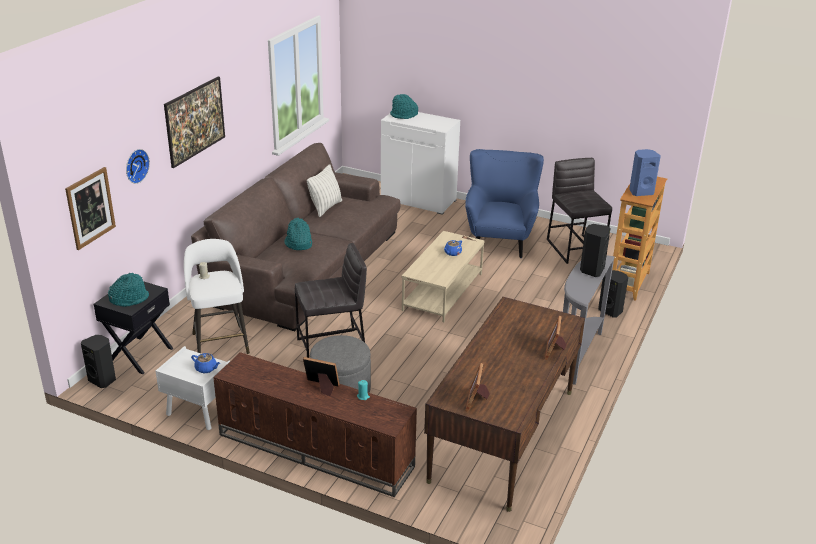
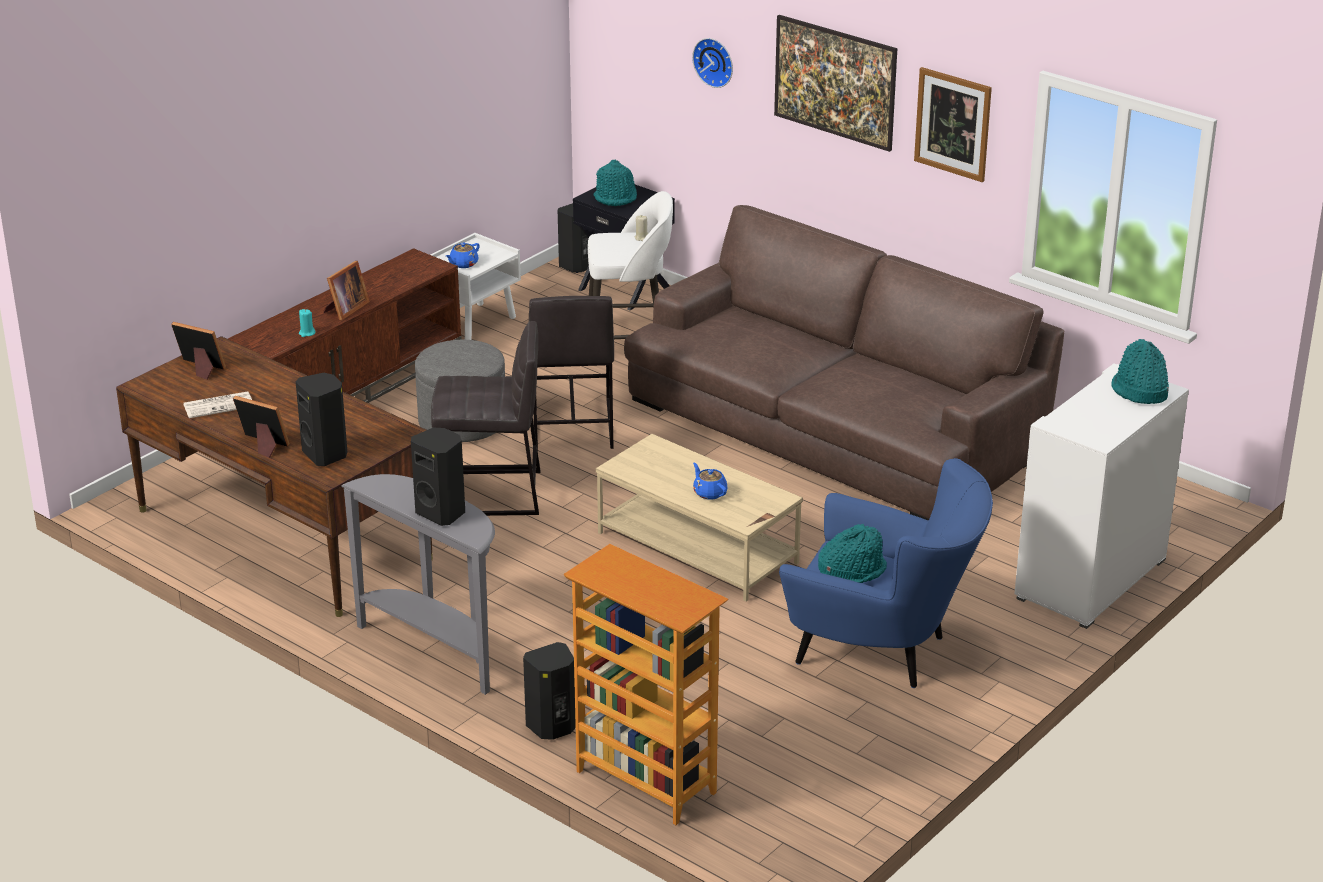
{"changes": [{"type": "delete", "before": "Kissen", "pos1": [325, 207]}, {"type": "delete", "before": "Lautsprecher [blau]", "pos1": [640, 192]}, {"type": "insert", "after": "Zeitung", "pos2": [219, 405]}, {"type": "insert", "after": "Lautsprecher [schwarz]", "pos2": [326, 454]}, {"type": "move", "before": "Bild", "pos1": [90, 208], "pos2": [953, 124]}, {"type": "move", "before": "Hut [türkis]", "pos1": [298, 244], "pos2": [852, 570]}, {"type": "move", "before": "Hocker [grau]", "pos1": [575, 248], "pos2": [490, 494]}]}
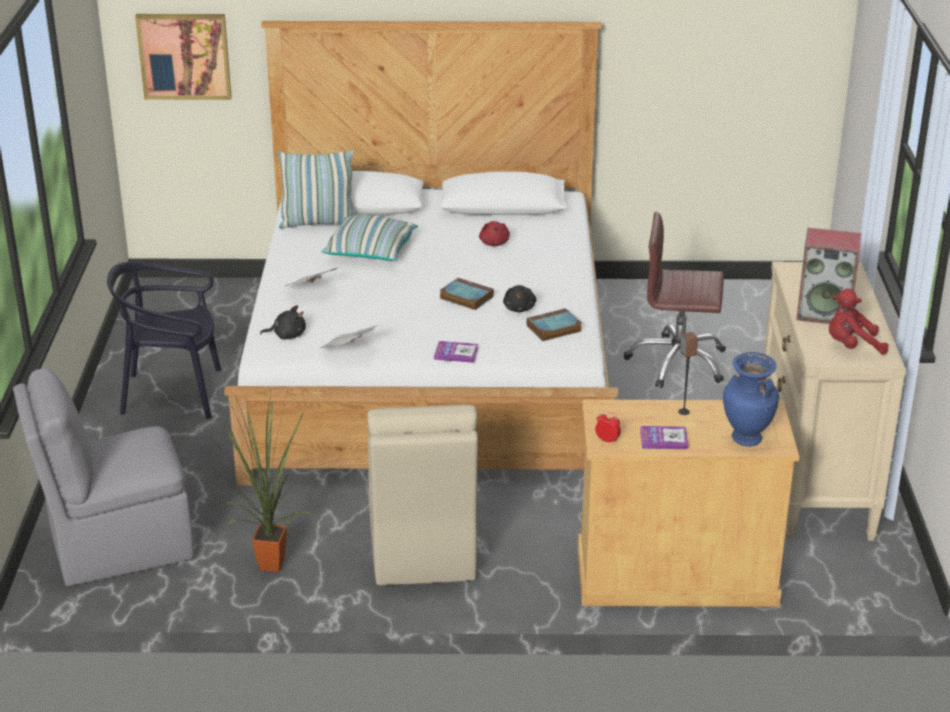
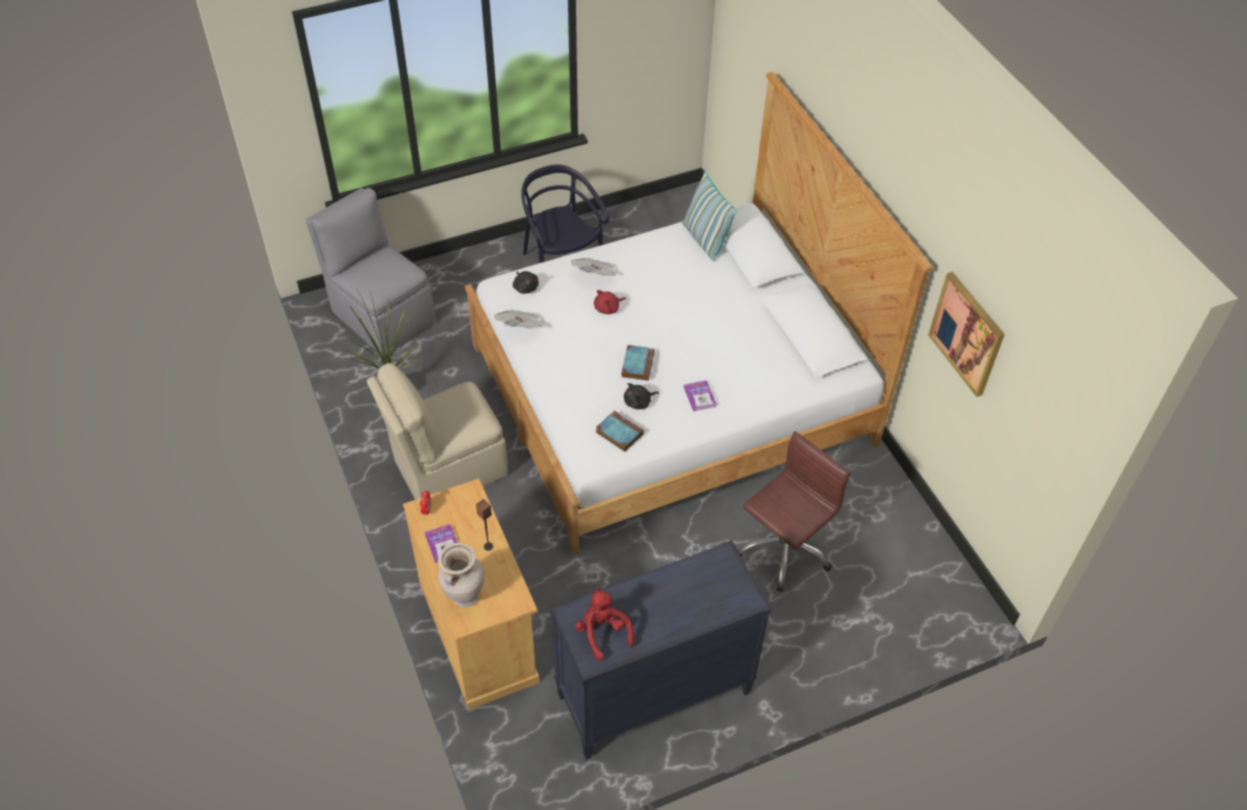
{"changes": [{"type": "delete", "before": "Kissen", "pos1": [370, 252]}, {"type": "delete", "before": "Lautsprecher", "pos1": [824, 313]}, {"type": "move", "before": "Bild", "pos1": [184, 56], "pos2": [967, 333]}, {"type": "move", "before": "Buch", "pos1": [456, 353], "pos2": [700, 396]}, {"type": "move", "before": "Plüschtier [rot]", "pos1": [494, 243], "pos2": [608, 308]}, {"type": "recolor", "before": "Vase [blau]", "after": "Vase [beige]", "pos1": [746, 439], "pos2": [464, 597]}, {"type": "recolor", "before": "Kommode [beige]", "after": "Kommode [schwarz]", "pos1": [814, 480], "pos2": [653, 695]}, {"type": "rotate", "before": "Bürostuhl [braun]", "pos1": [677, 363], "pos2": [783, 549], "turn": 60}]}
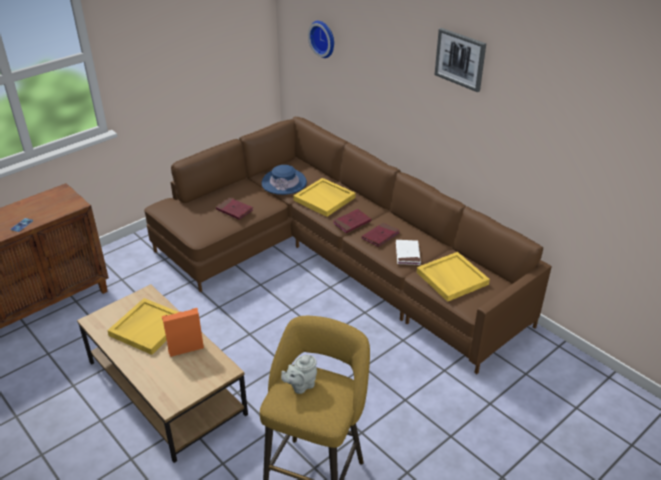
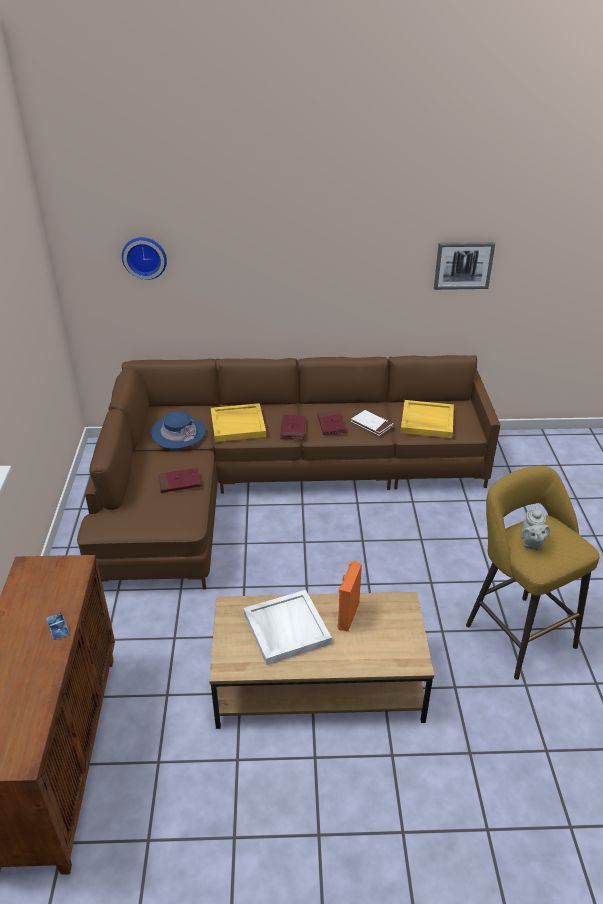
{"changes": [{"type": "move", "before": "Bild", "pos1": [460, 59], "pos2": [463, 265]}, {"type": "recolor", "before": "Tablett [gelb]", "after": "Tablett [weiß]", "pos1": [148, 327], "pos2": [286, 628]}]}
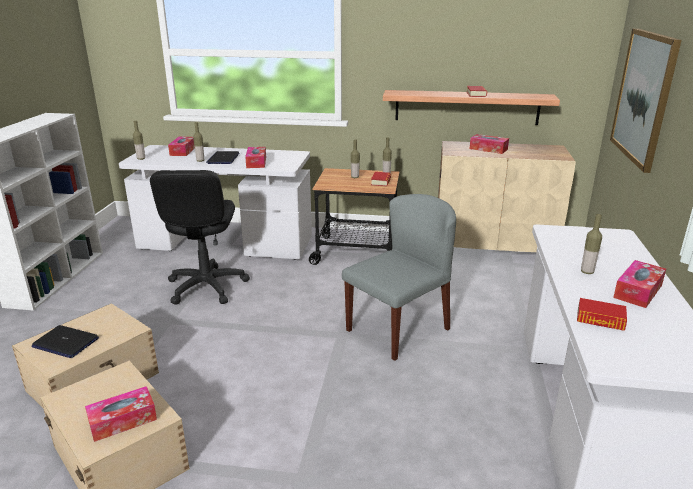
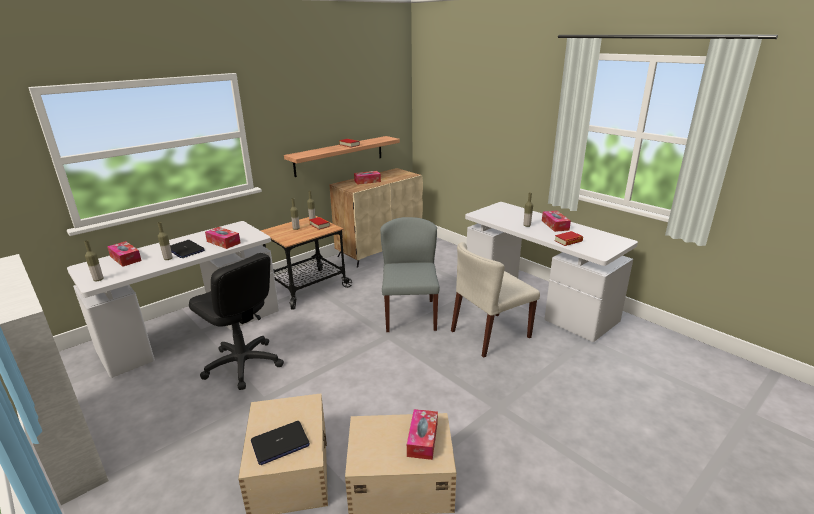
{"changes": [{"type": "delete", "before": "Bild", "pos1": [643, 97]}, {"type": "insert", "after": "Stuhl [beige]", "pos2": [490, 334]}]}
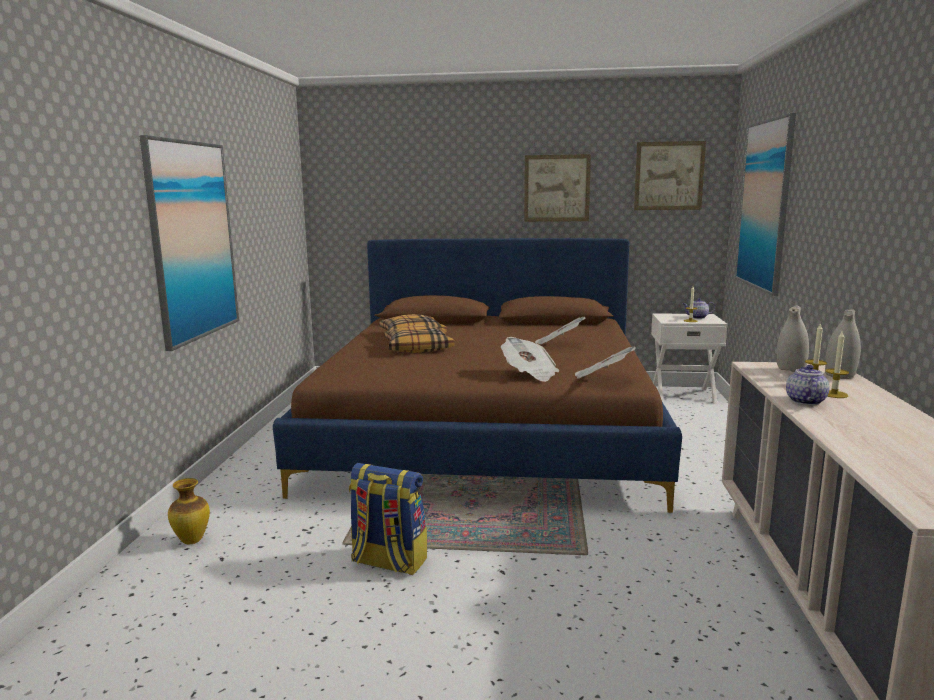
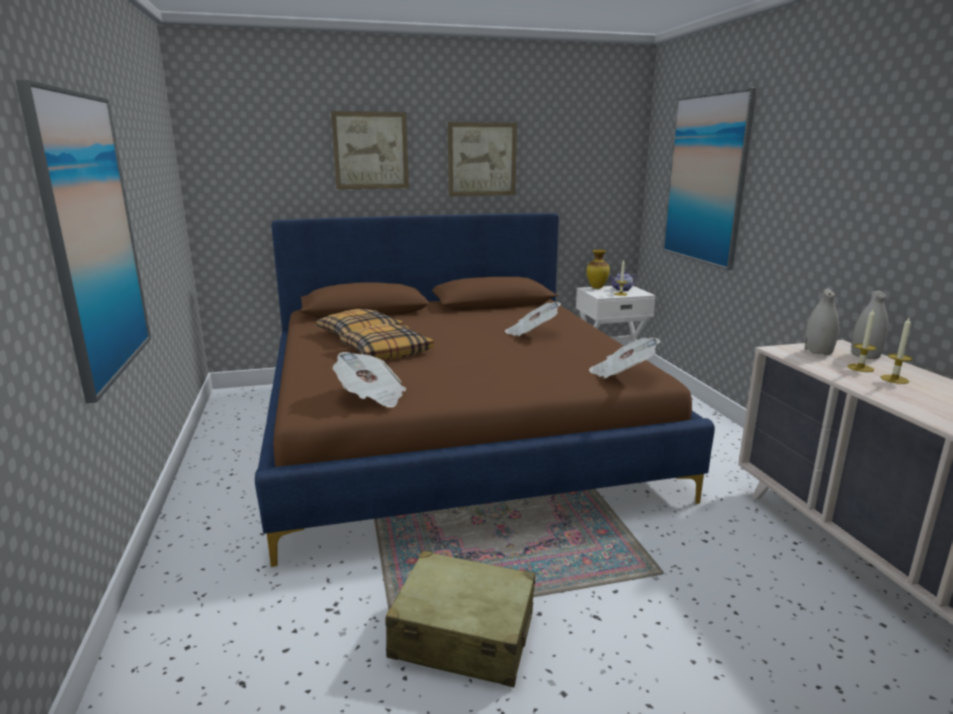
{"changes": [{"type": "delete", "before": "Teekanne", "pos1": [805, 401]}, {"type": "move", "before": "Vase", "pos1": [191, 541], "pos2": [596, 288]}, {"type": "move", "before": "Zeitung", "pos1": [530, 374], "pos2": [371, 397]}, {"type": "move", "before": "Bild", "pos1": [669, 176], "pos2": [370, 150]}, {"type": "replace", "before": "Rucksack", "after": "Koffer [beige]", "pos1": [388, 562], "pos2": [463, 635]}]}
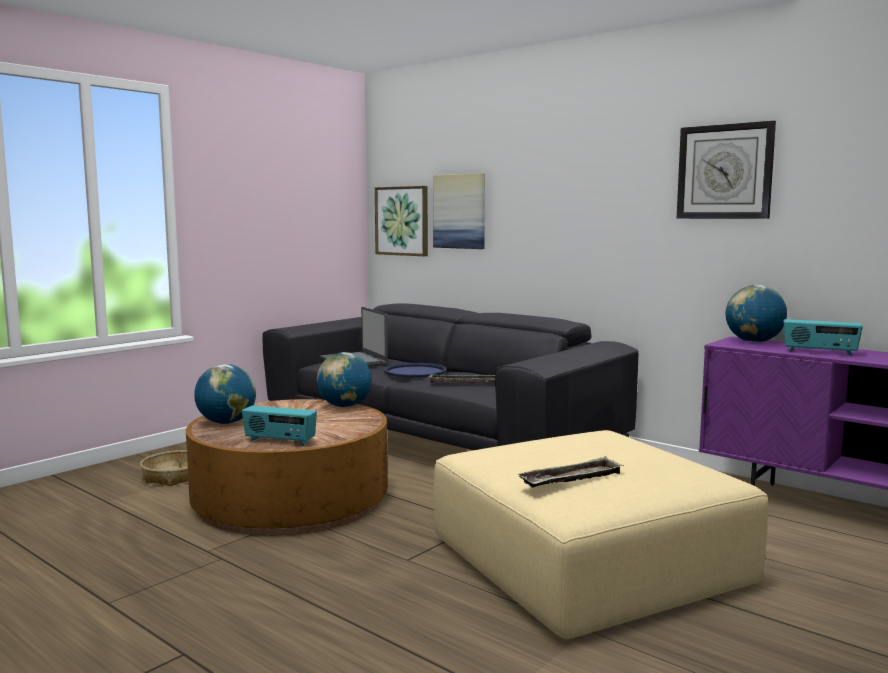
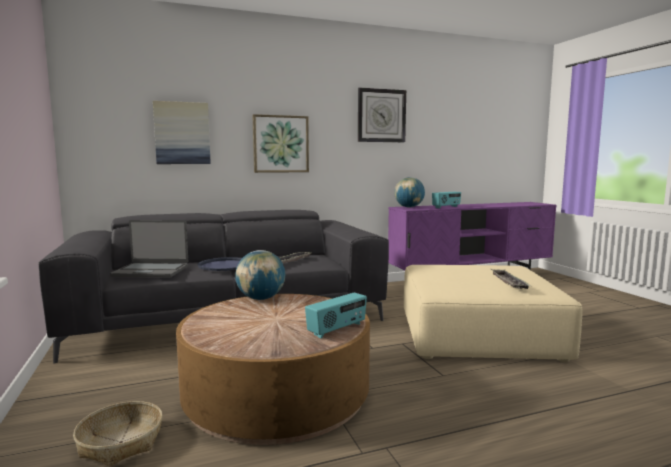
{"changes": [{"type": "delete", "before": "Globus", "pos1": [226, 422]}, {"type": "move", "before": "Bild", "pos1": [402, 221], "pos2": [280, 144]}]}
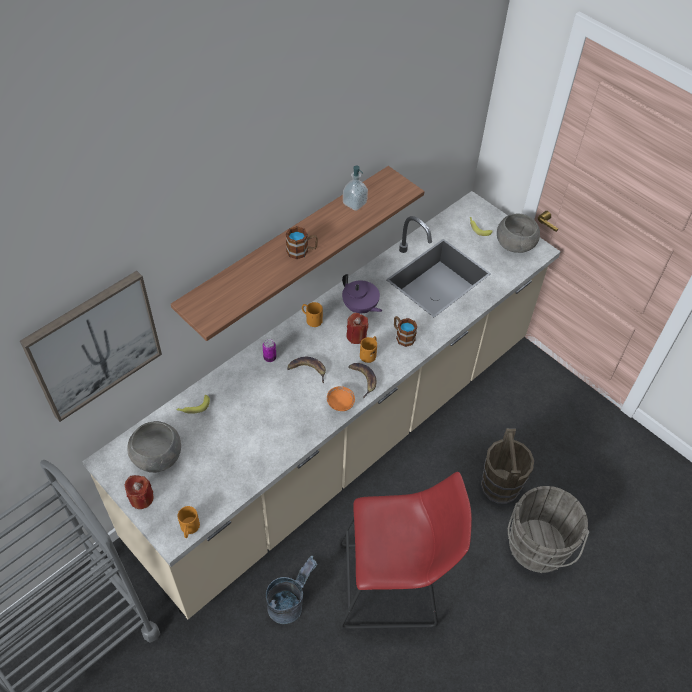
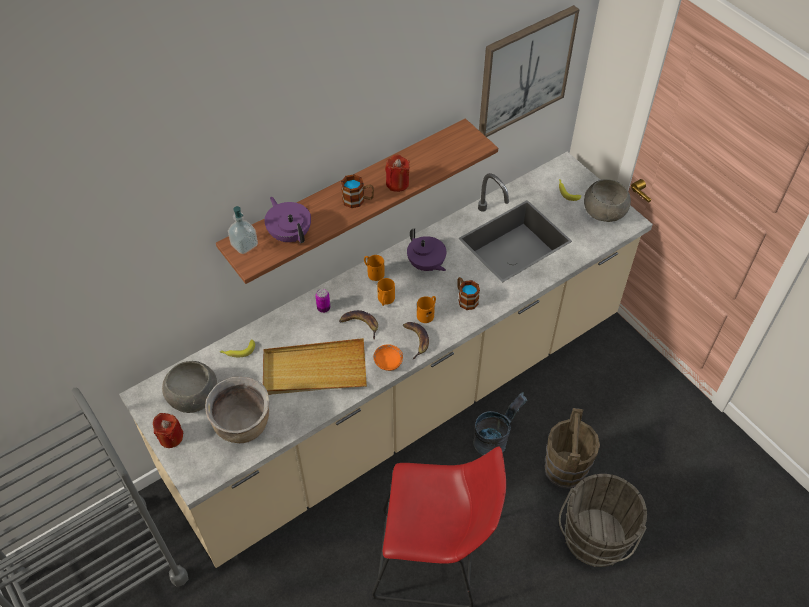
{"changes": [{"type": "insert", "after": "Kochtopf [braun]", "pos2": [244, 426]}, {"type": "insert", "after": "Tablett [beige]", "pos2": [314, 370]}, {"type": "insert", "after": "Teekanne [lila]", "pos2": [290, 234]}, {"type": "move", "before": "Bild", "pos1": [94, 345], "pos2": [524, 71]}, {"type": "move", "before": "Henkelbecher [orange]", "pos1": [189, 529], "pos2": [385, 300]}, {"type": "move", "before": "Eimer [grau]", "pos1": [290, 602], "pos2": [494, 439]}, {"type": "move", "before": "Seifenspender", "pos1": [354, 203], "pos2": [244, 245]}, {"type": "move", "before": "Kerze [rot]", "pos1": [356, 336], "pos2": [397, 183]}]}
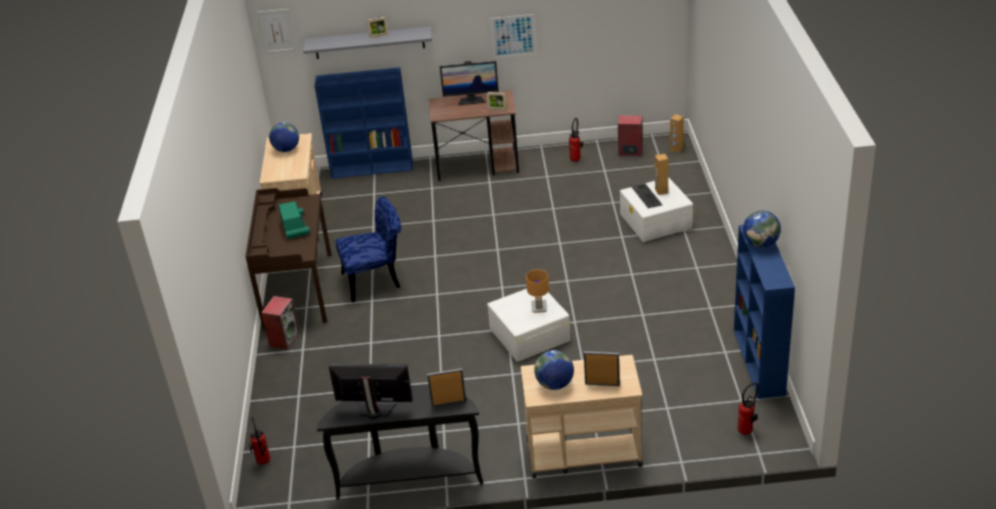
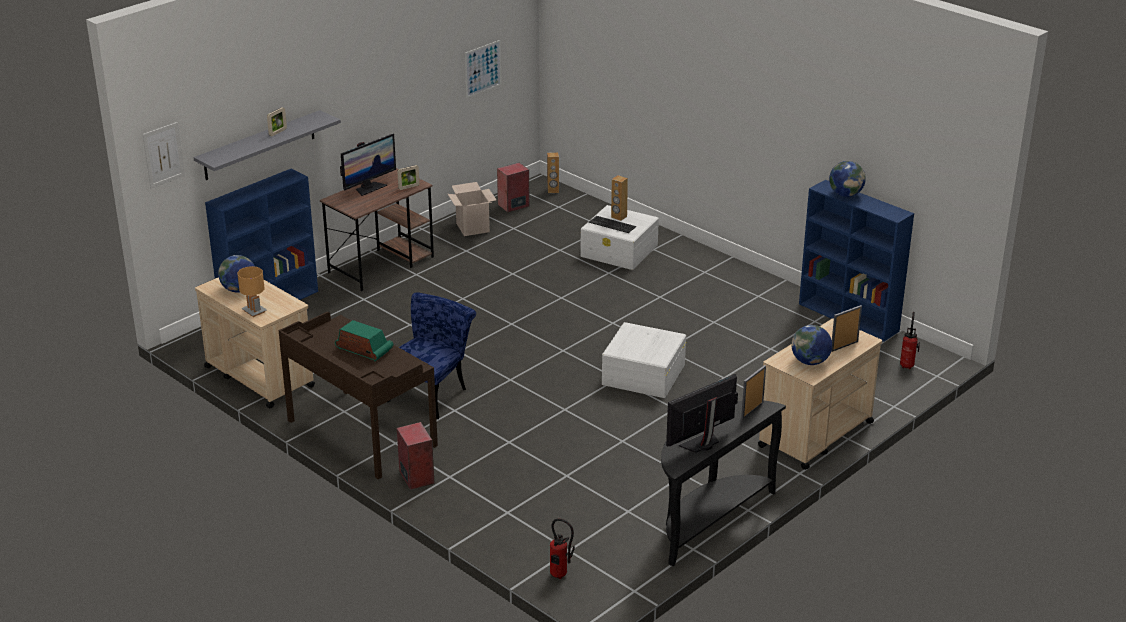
{"changes": [{"type": "move", "before": "Bild", "pos1": [513, 35], "pos2": [483, 68]}, {"type": "move", "before": "Tischlampe [braun]", "pos1": [539, 307], "pos2": [254, 311]}, {"type": "replace", "before": "Feuerlöscher", "after": "Karton", "pos1": [576, 159], "pos2": [472, 227]}]}
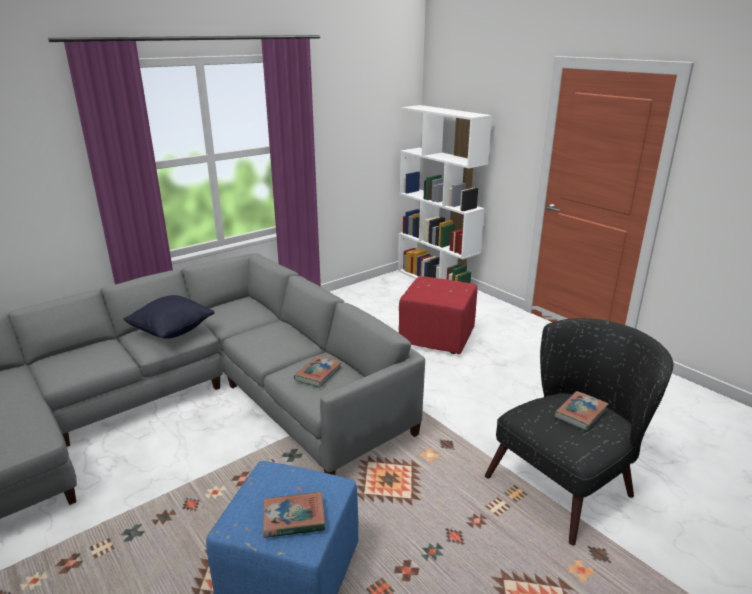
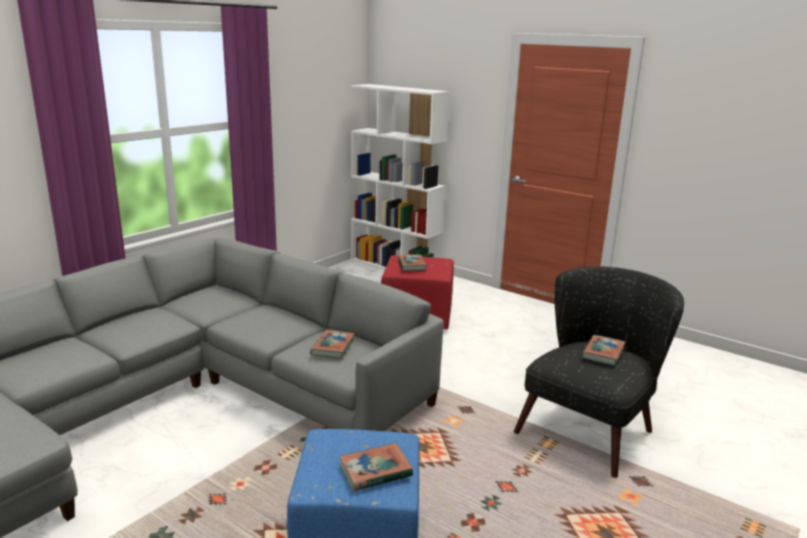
{"changes": [{"type": "delete", "before": "Kissen [schwarz]", "pos1": [172, 331]}, {"type": "insert", "after": "Buch", "pos2": [411, 265]}]}
